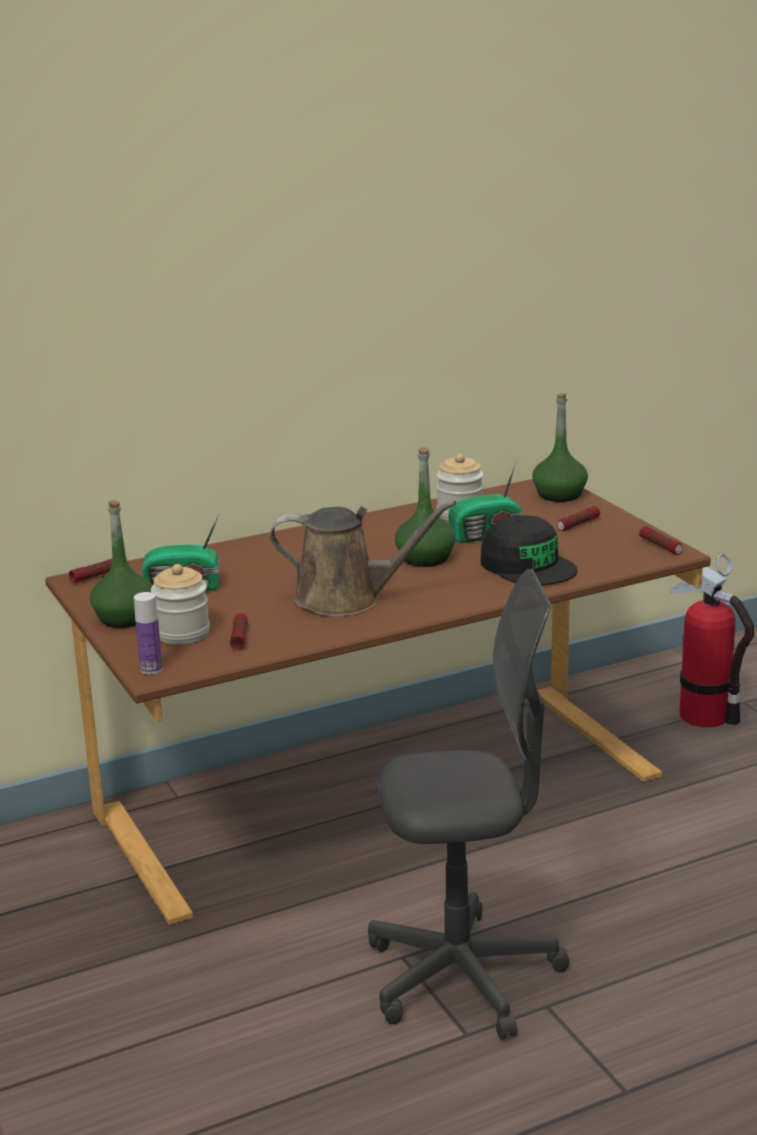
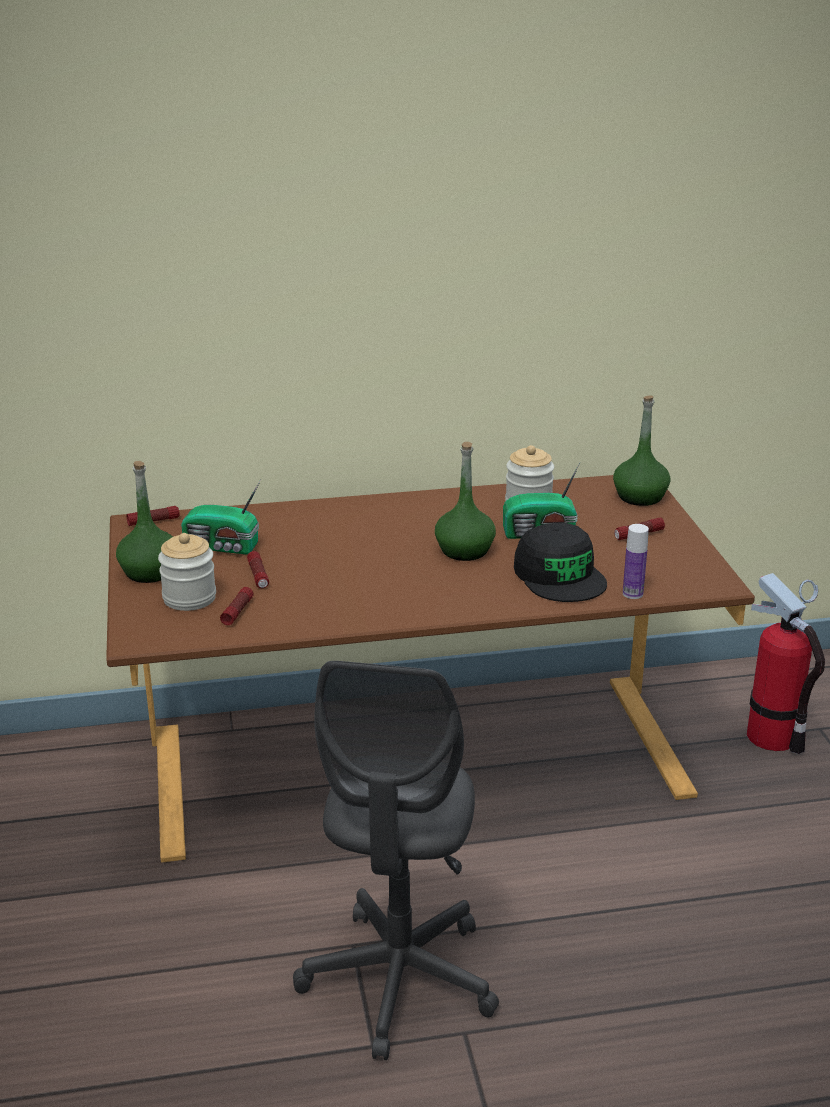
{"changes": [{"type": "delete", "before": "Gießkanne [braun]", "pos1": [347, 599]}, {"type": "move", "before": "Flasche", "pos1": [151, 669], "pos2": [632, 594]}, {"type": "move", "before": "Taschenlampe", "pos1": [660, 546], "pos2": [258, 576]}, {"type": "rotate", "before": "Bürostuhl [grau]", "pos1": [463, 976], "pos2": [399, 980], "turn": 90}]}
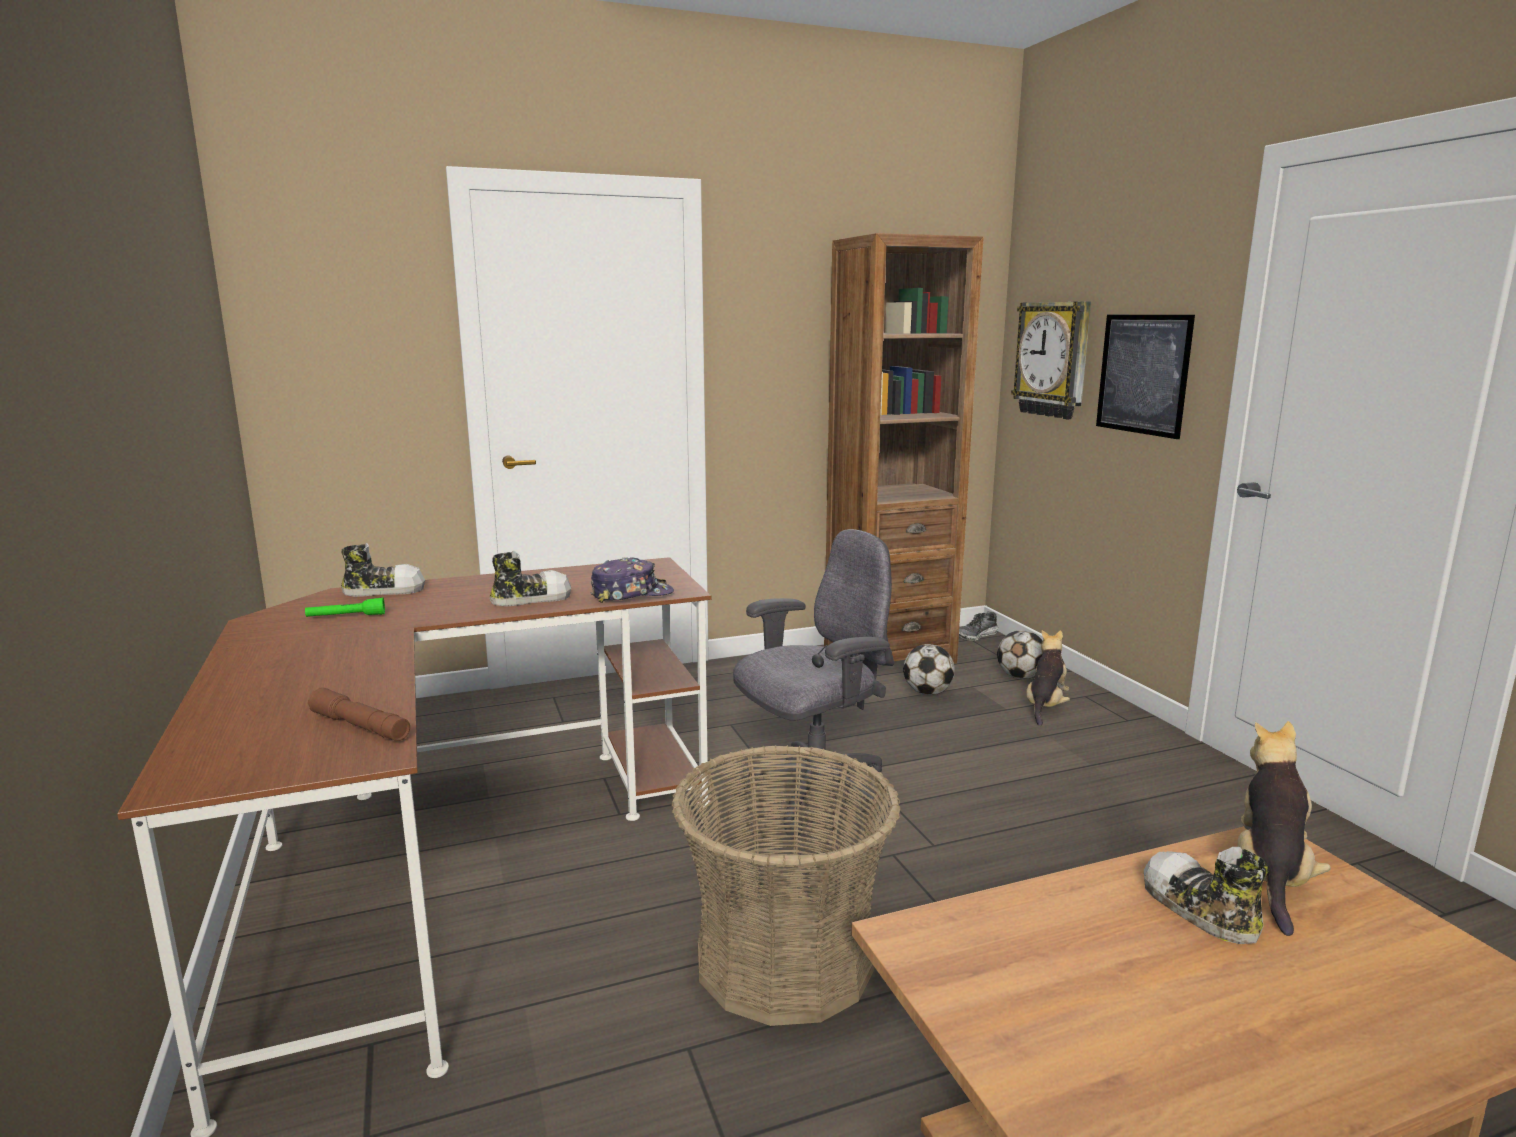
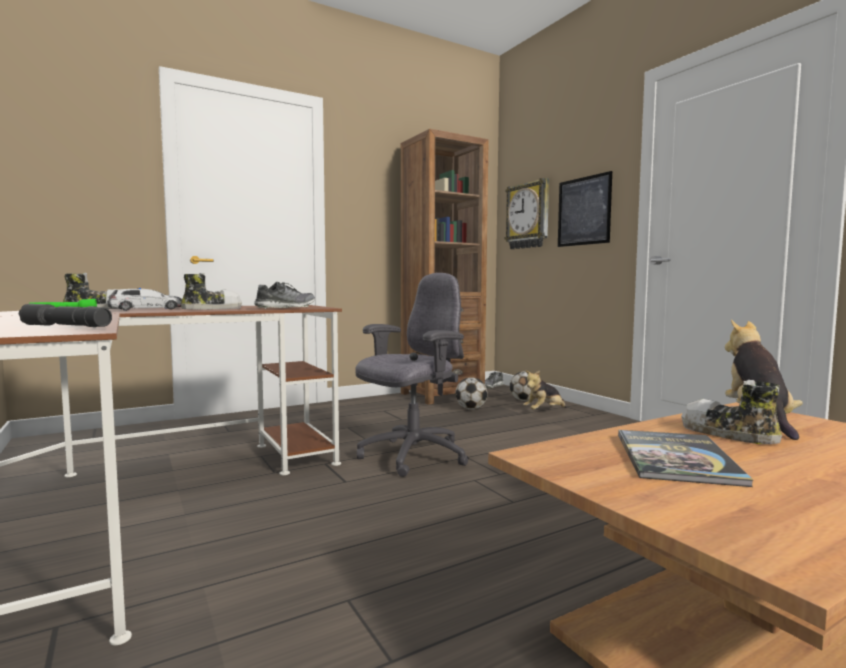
{"changes": [{"type": "delete", "before": "Korb", "pos1": [783, 960]}, {"type": "insert", "after": "Spielzeugauto", "pos2": [146, 309]}, {"type": "insert", "after": "Buch", "pos2": [676, 458]}, {"type": "replace", "before": "Kappe", "after": "Schuh", "pos1": [631, 594], "pos2": [285, 308]}, {"type": "recolor", "before": "Taschenlampe [braun]", "after": "Taschenlampe [grau]", "pos1": [360, 726], "pos2": [66, 326]}, {"type": "rotate", "before": "Plüschtier", "pos1": [1045, 706], "pos2": [544, 411], "turn": -135}]}
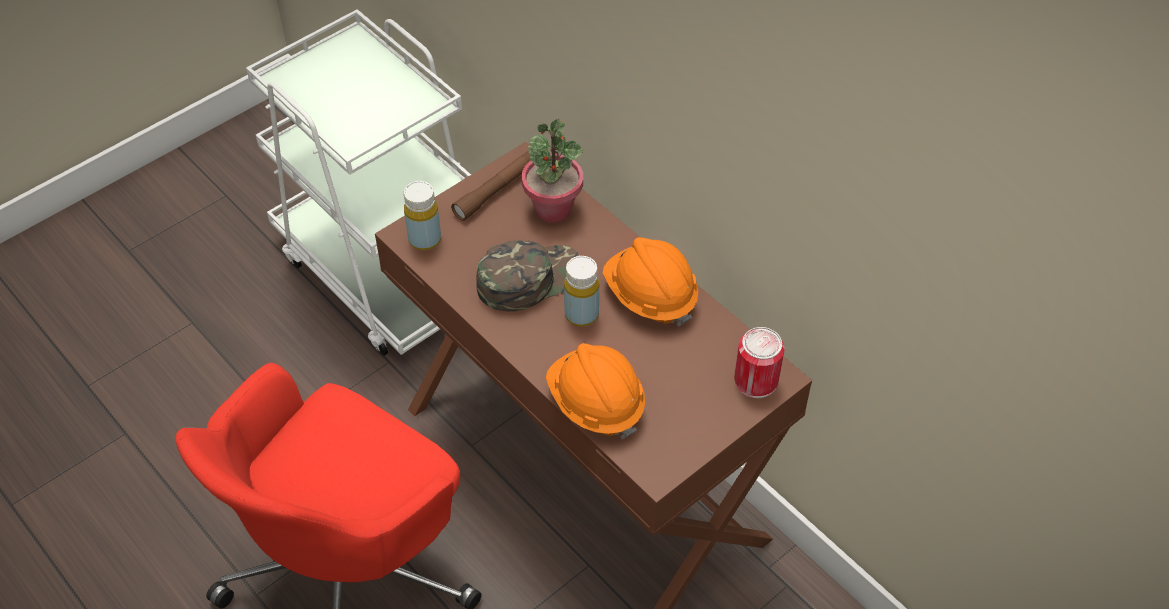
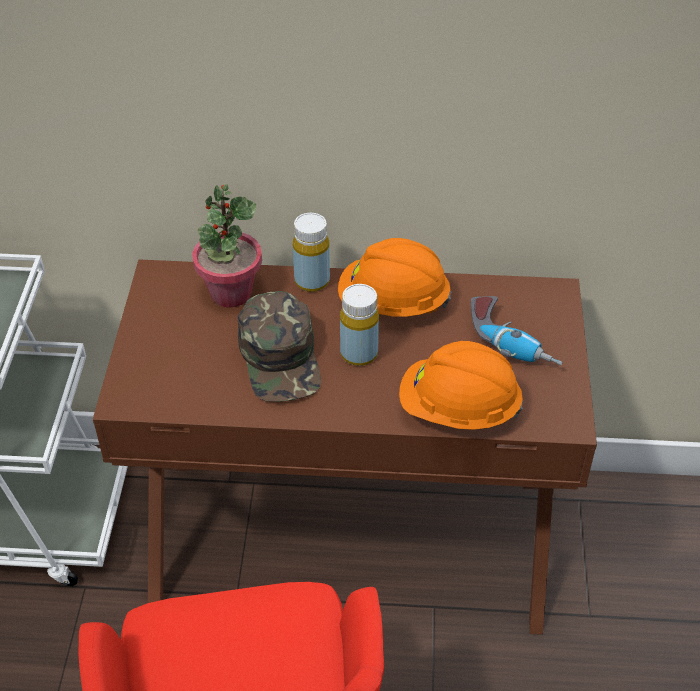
{"changes": [{"type": "delete", "before": "Taschenlampe [braun]", "pos1": [497, 190]}, {"type": "delete", "before": "Dose", "pos1": [756, 380]}, {"type": "insert", "after": "Bohrmaschine", "pos2": [512, 342]}, {"type": "move", "before": "Flasche [gelb]", "pos1": [425, 239], "pos2": [312, 281]}, {"type": "rotate", "before": "Kappe [grün]", "pos1": [529, 278], "pos2": [281, 357], "turn": 150}]}
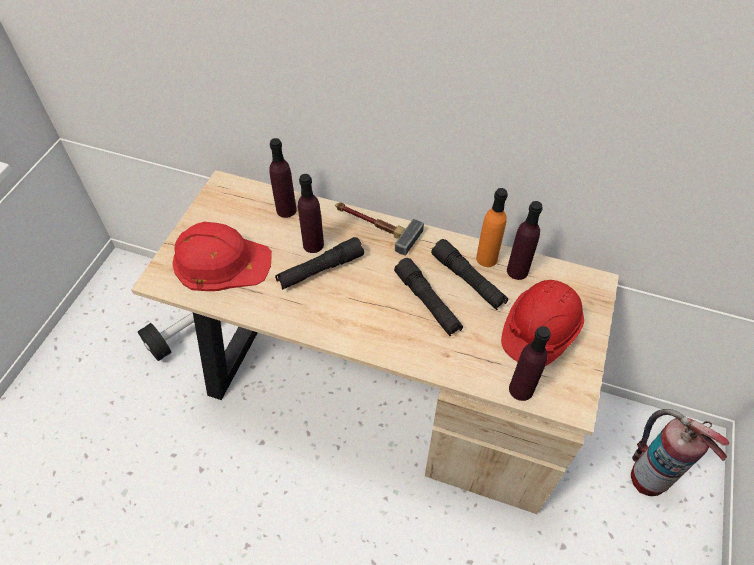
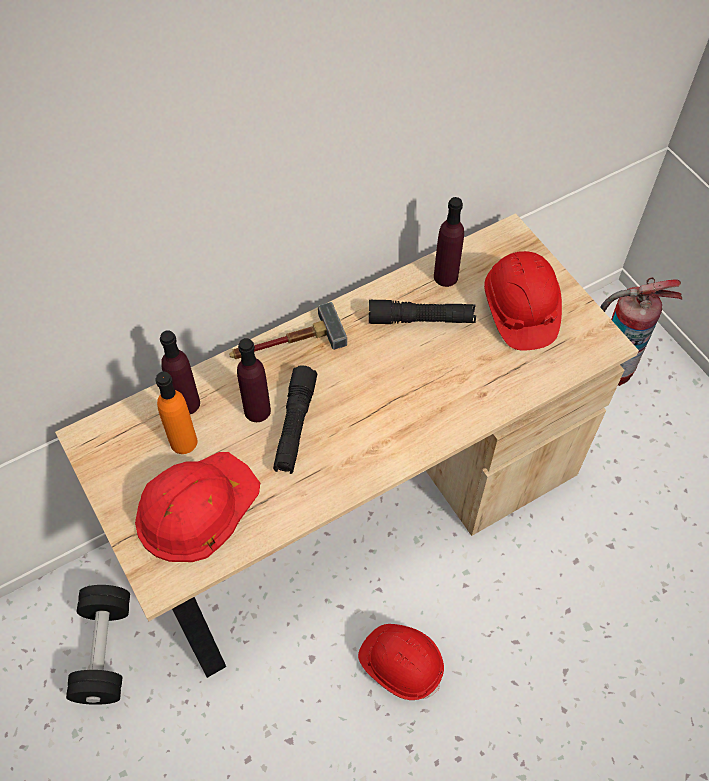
{"changes": [{"type": "delete", "before": "Taschenlampe [schwarz]", "pos1": [427, 302]}, {"type": "delete", "before": "Flasche [lila]", "pos1": [521, 389]}, {"type": "insert", "after": "Schutzhelm [rot]", "pos2": [401, 664]}, {"type": "move", "before": "Flasche [orange]", "pos1": [486, 258], "pos2": [183, 442]}]}
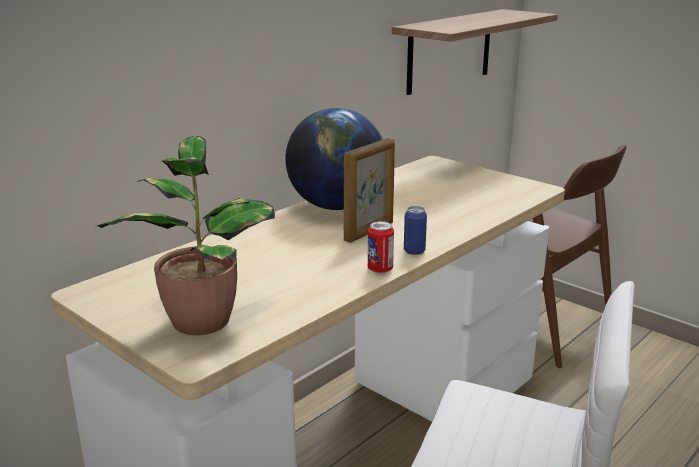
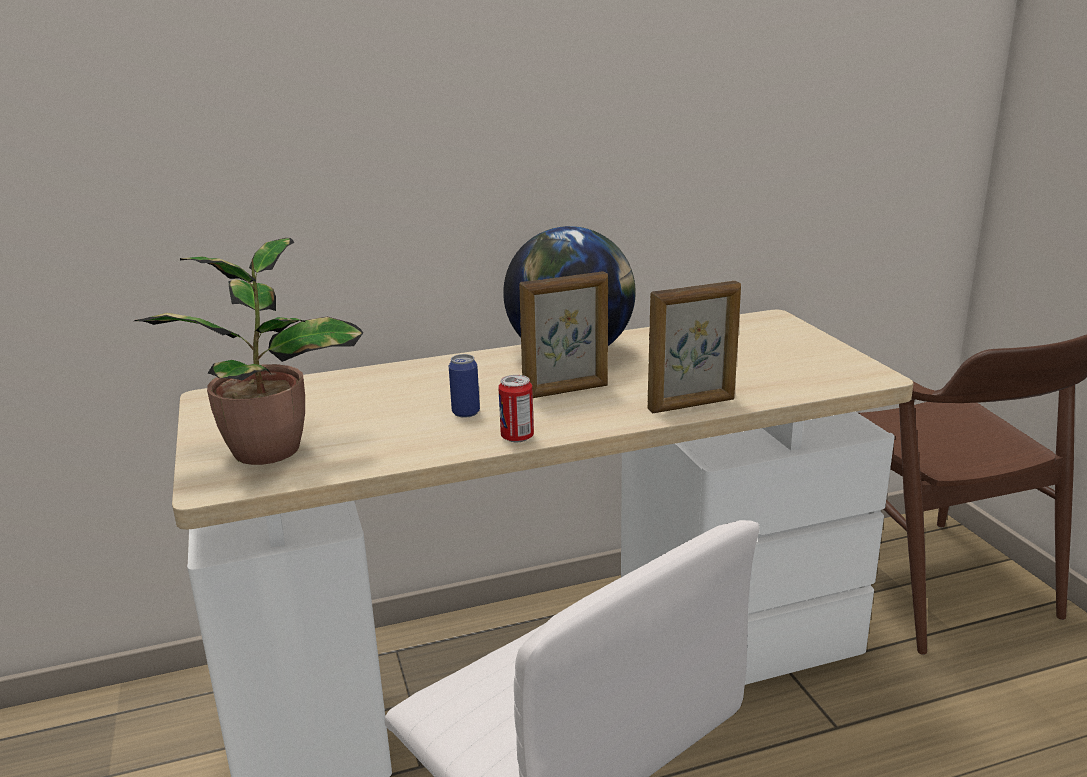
{"changes": [{"type": "delete", "before": "Wandregal", "pos1": [450, 51]}, {"type": "insert", "after": "Bilderrahmen", "pos2": [692, 405]}, {"type": "move", "before": "Dose", "pos1": [414, 251], "pos2": [466, 412]}]}
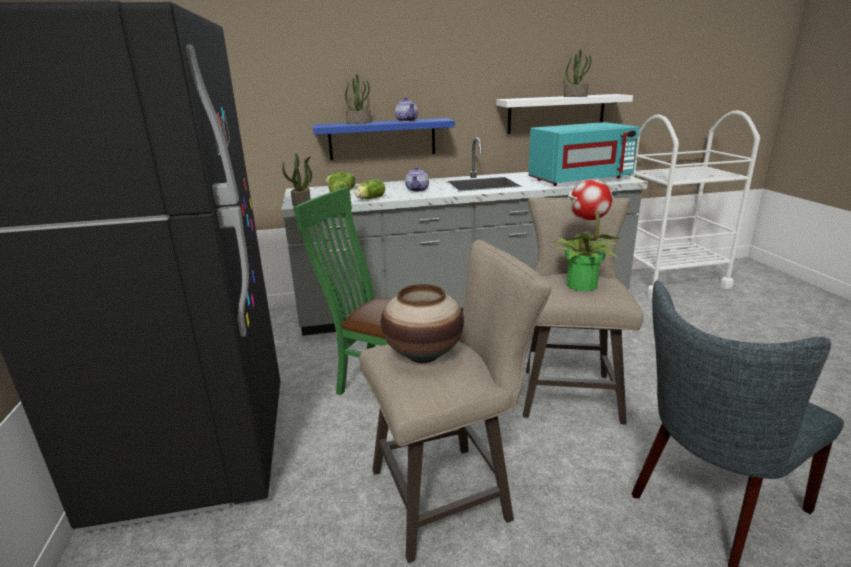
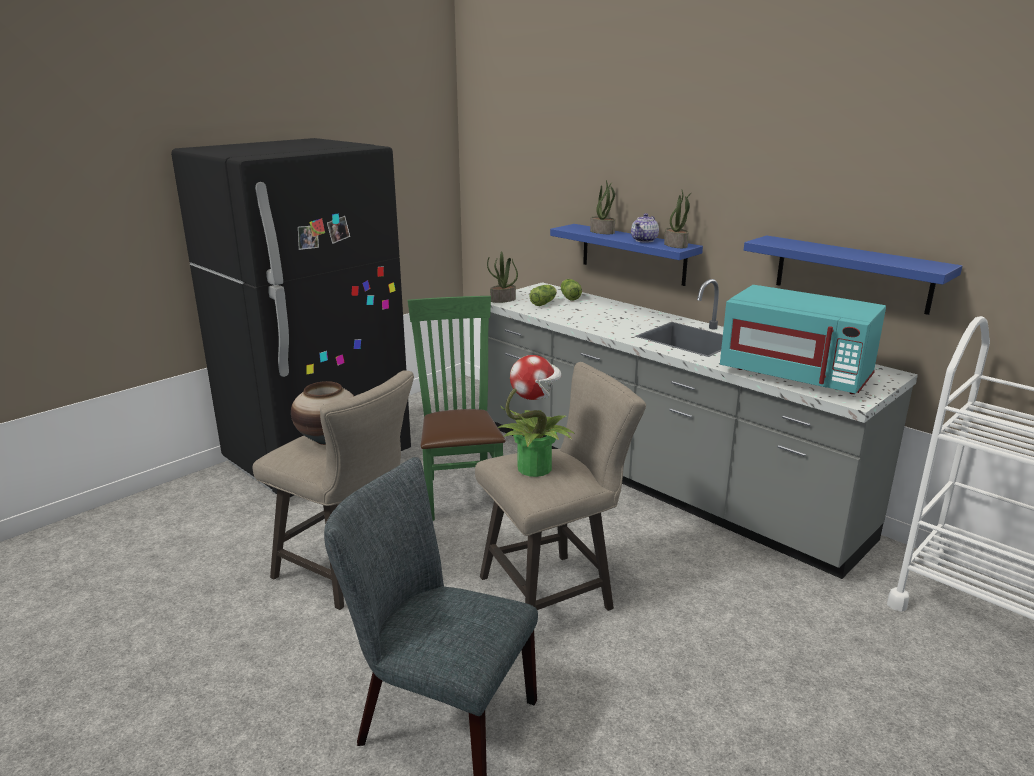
{"changes": [{"type": "delete", "before": "Salatkopf", "pos1": [369, 199]}, {"type": "delete", "before": "Teekanne", "pos1": [417, 190]}, {"type": "move", "before": "Topfpflanze", "pos1": [575, 96], "pos2": [676, 245]}, {"type": "recolor", "before": "Wandregal [weiß]", "after": "Wandregal [blau]", "pos1": [556, 114], "pos2": [852, 274]}]}
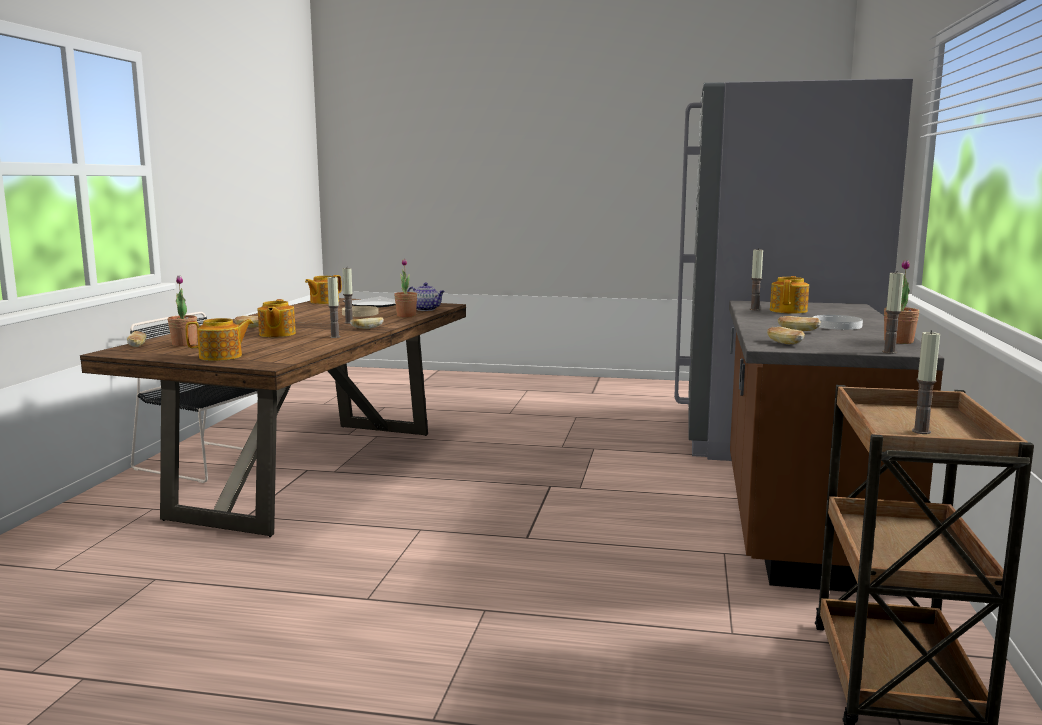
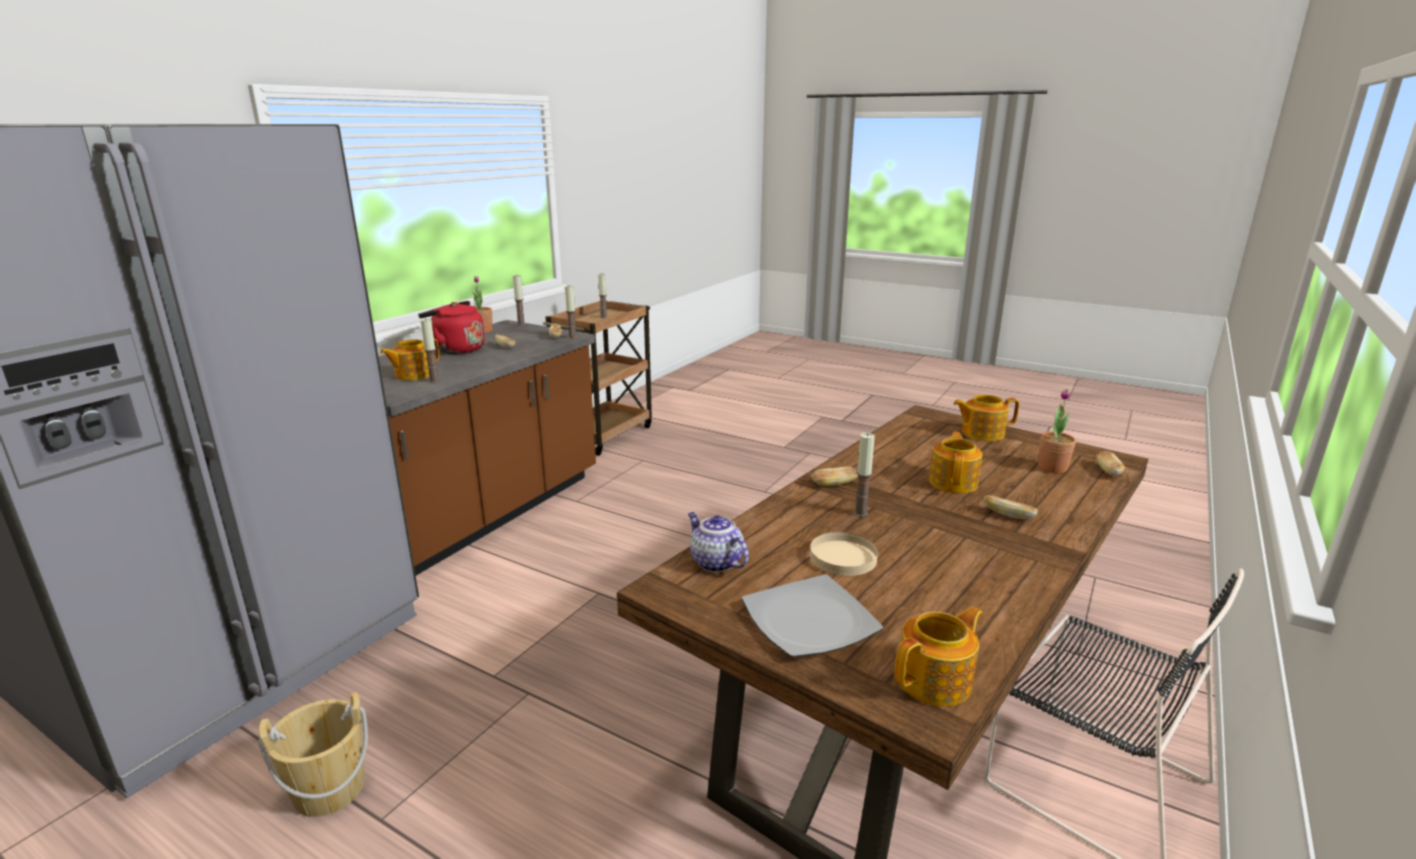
{"changes": [{"type": "delete", "before": "Topfpflanze", "pos1": [406, 316]}, {"type": "insert", "after": "Eimer [beige]", "pos2": [329, 789]}, {"type": "move", "before": "Kerze", "pos1": [335, 337], "pos2": [572, 337]}, {"type": "replace", "before": "Teller [weiß]", "after": "Wasserkessel [rot]", "pos1": [837, 325], "pos2": [456, 350]}]}
